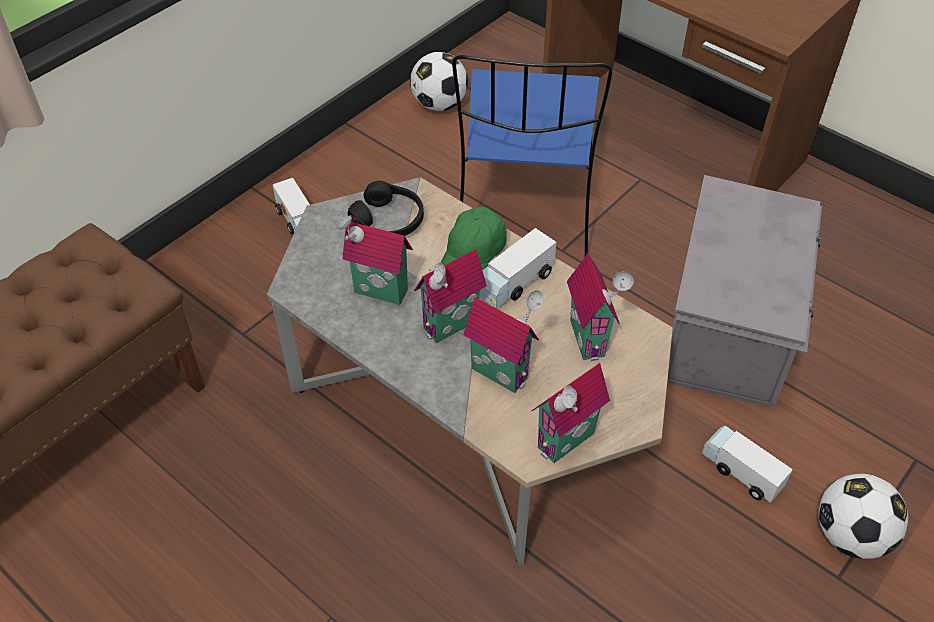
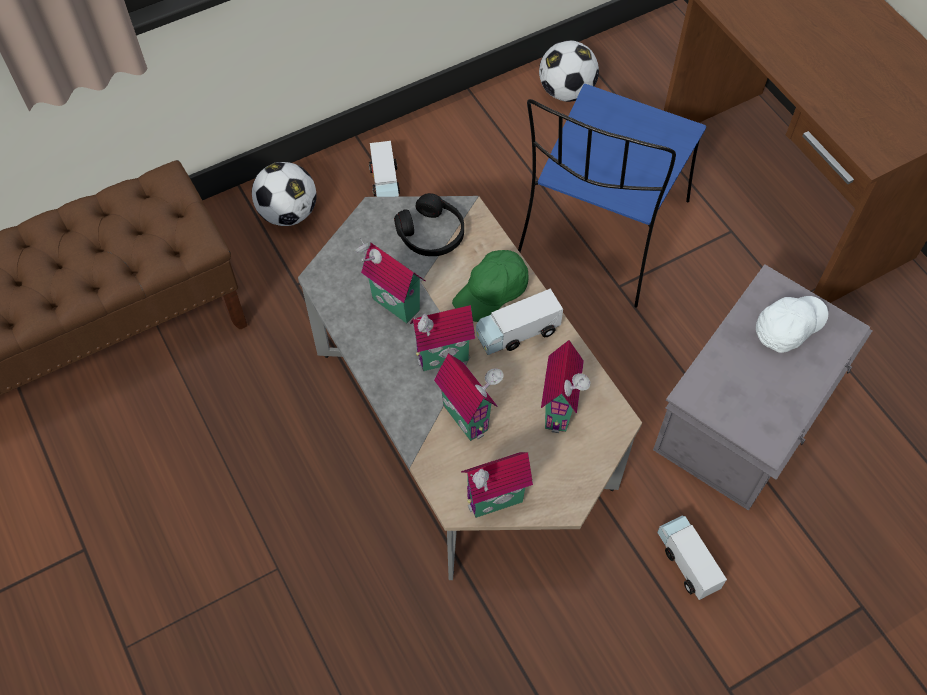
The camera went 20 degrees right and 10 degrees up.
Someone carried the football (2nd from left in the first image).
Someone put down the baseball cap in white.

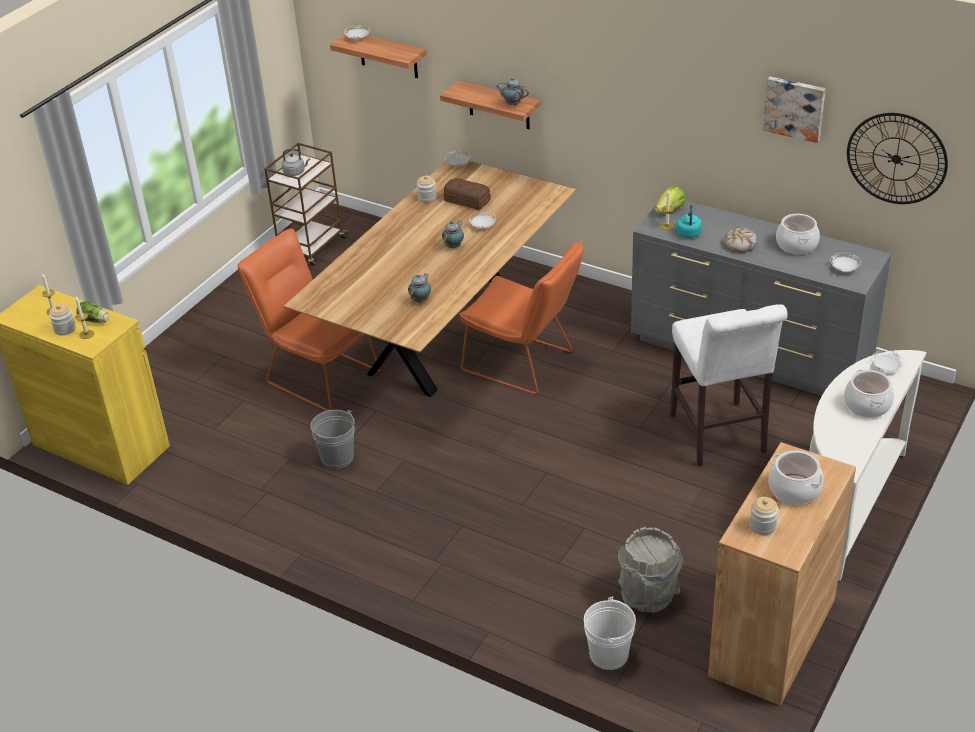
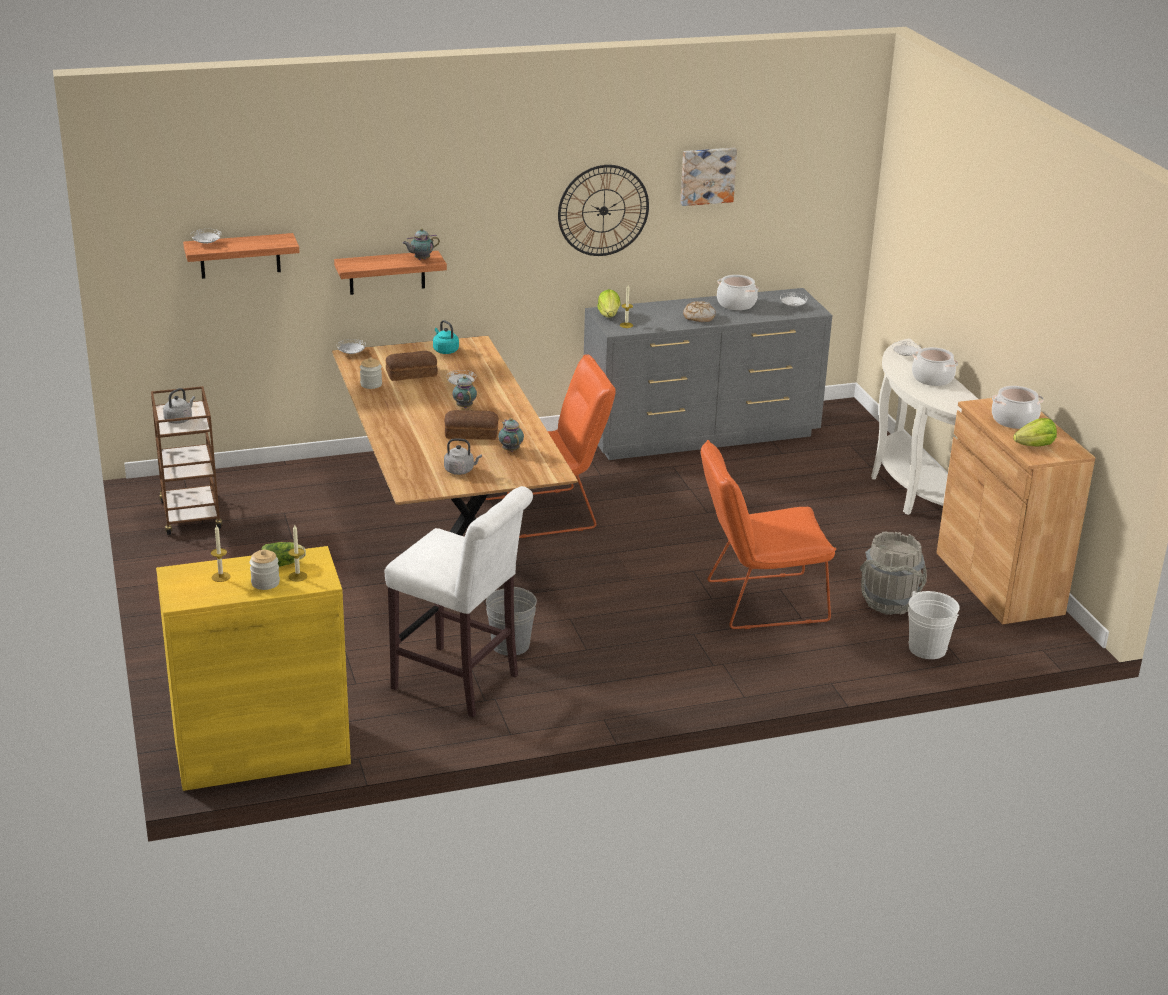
The camera went 50 degrees left and 10 degrees down.
Someone carried the hanging clock.
Someone carried the kettle in blue-green.
Someone carried the plain chair in orange-coloured (1st from left in the first image).
Someone carried the sitting stool in white.
Someone swapped the storage jar (3rd from left) for the lettuce (3rd from left).
Someone put down the bread (2nd from left).
Someone put down the kettle in gray (2nd from left).

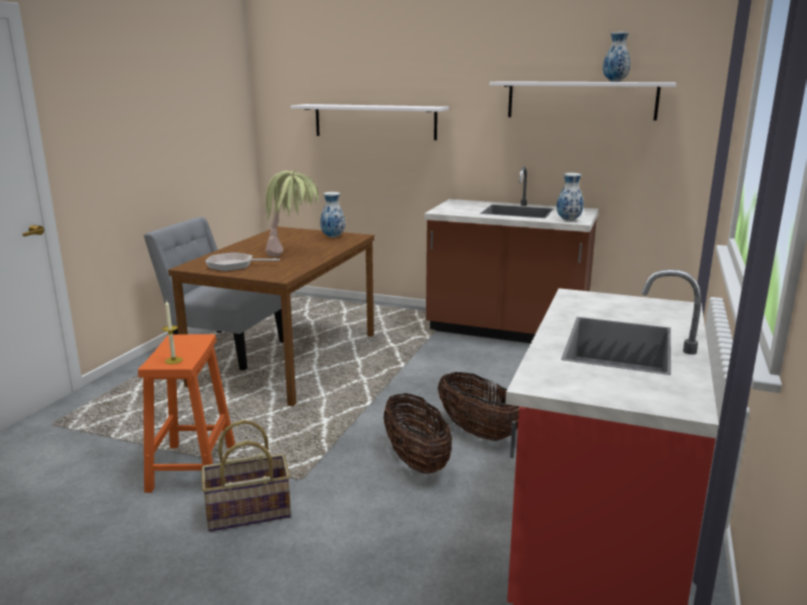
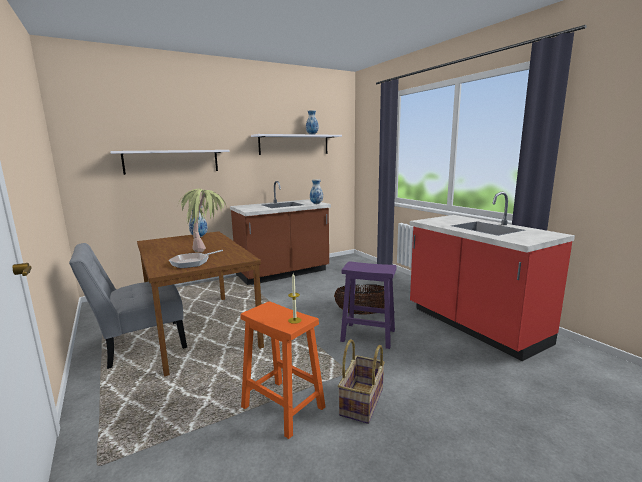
The camera went 50 degrees left and 5 degrees down.
Someone swapped the household basket (2nd from left) for the sitting stool in purple-coloured.

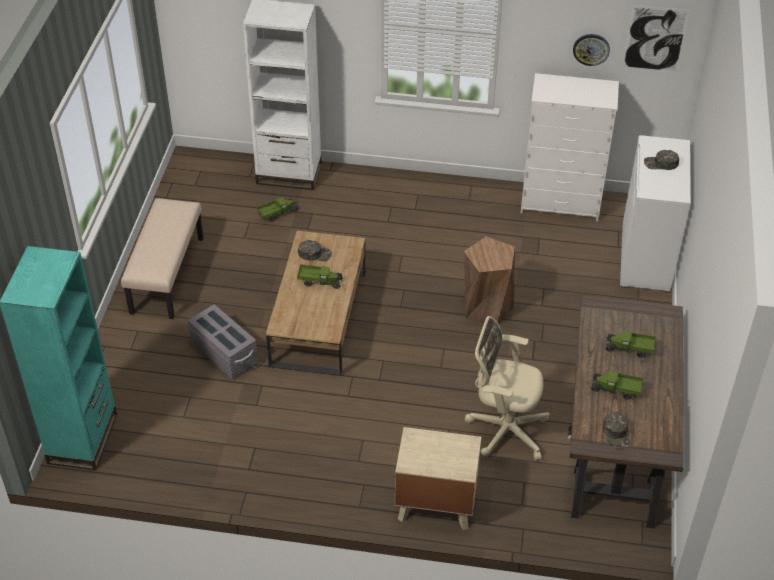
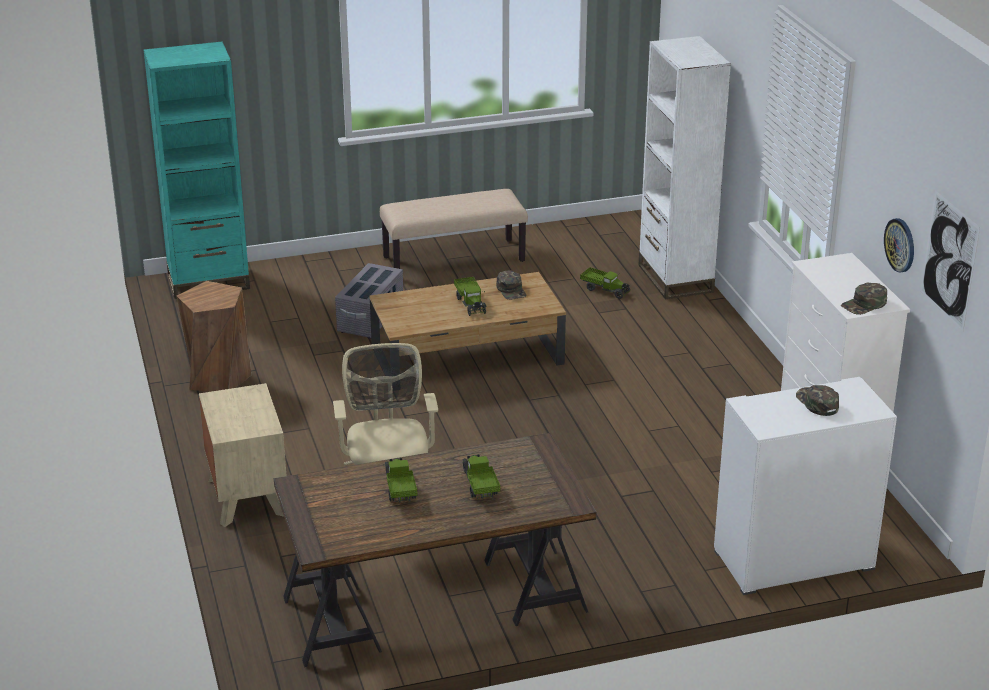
The camera went 65 degrees right and 15 degrees down.
Someone carried the sitting stool in brownish.
Someone carried the baseball cap in green-coloured (2nd from left in the first image).

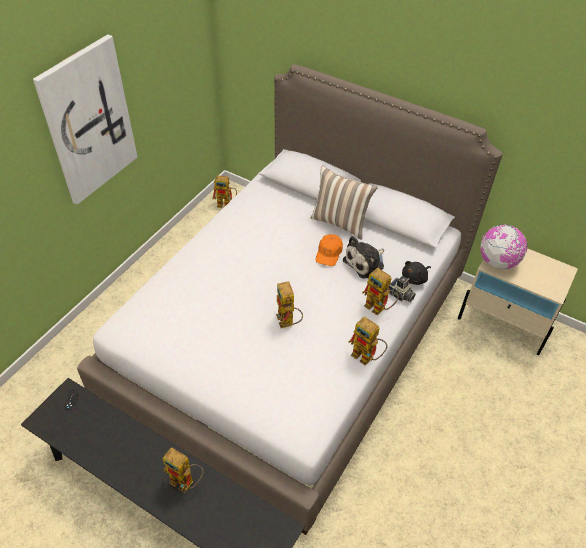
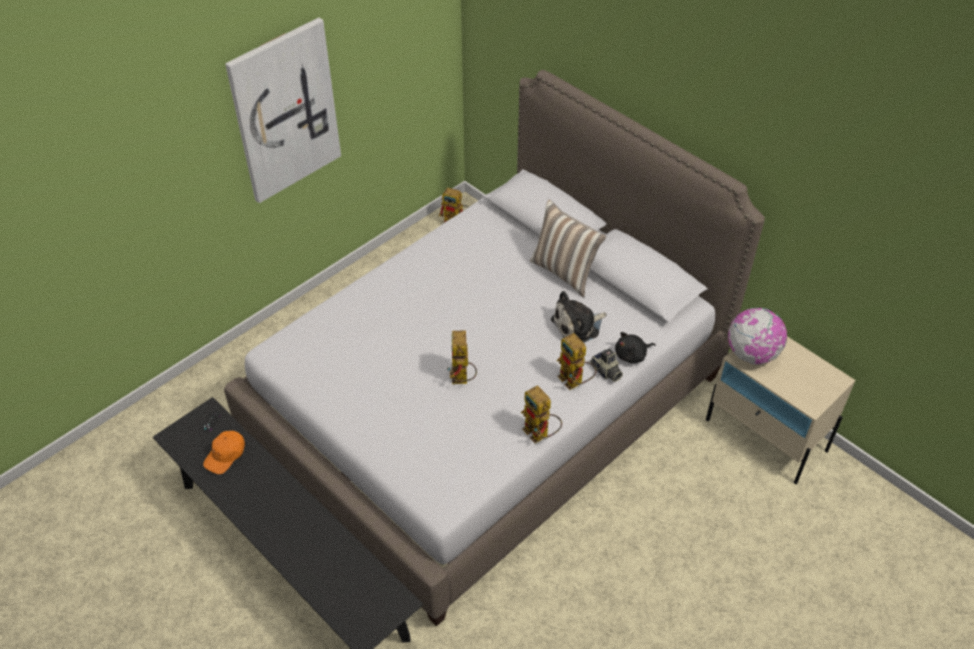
The camera went 15 degrees right and 0 degrees up.
Someone carried the baseball cap in orange-coloured.
Someone took away the toy robot (1st from left).

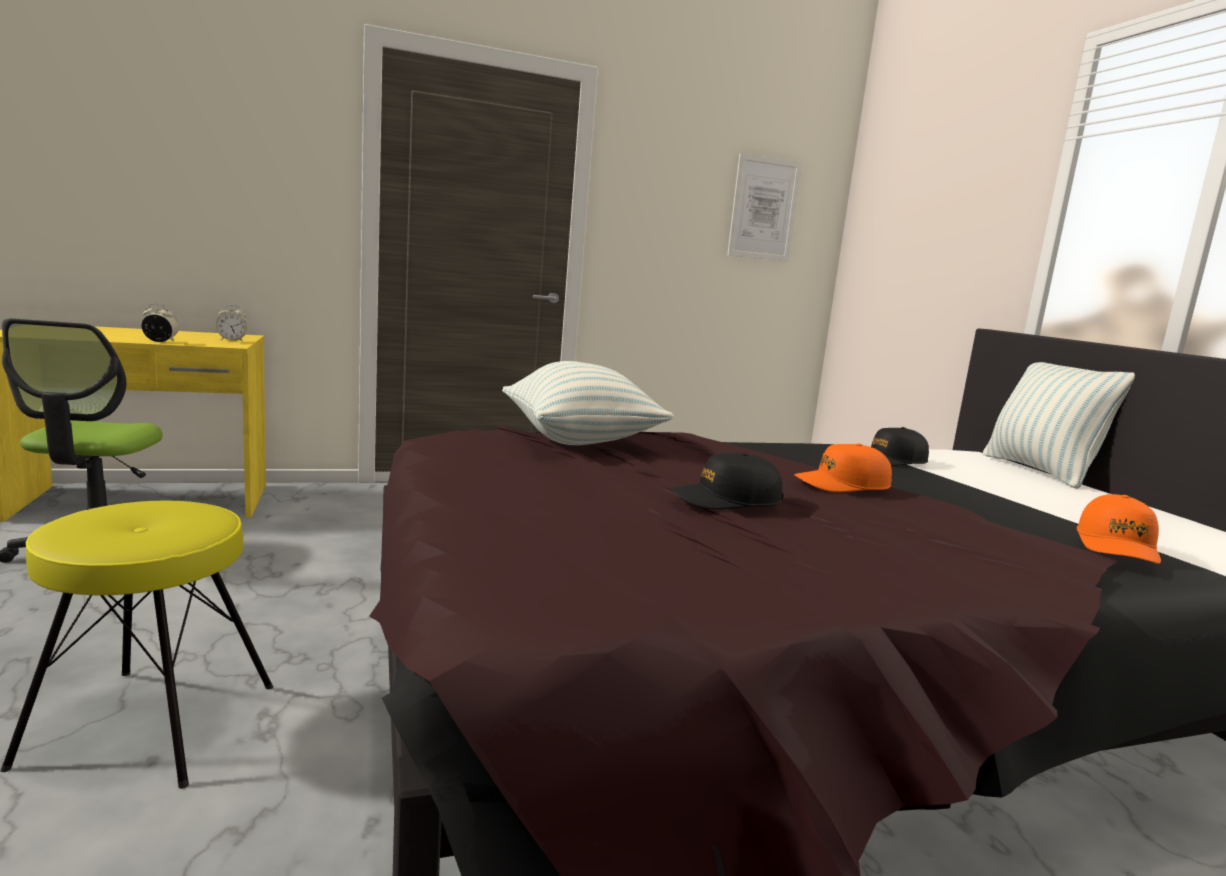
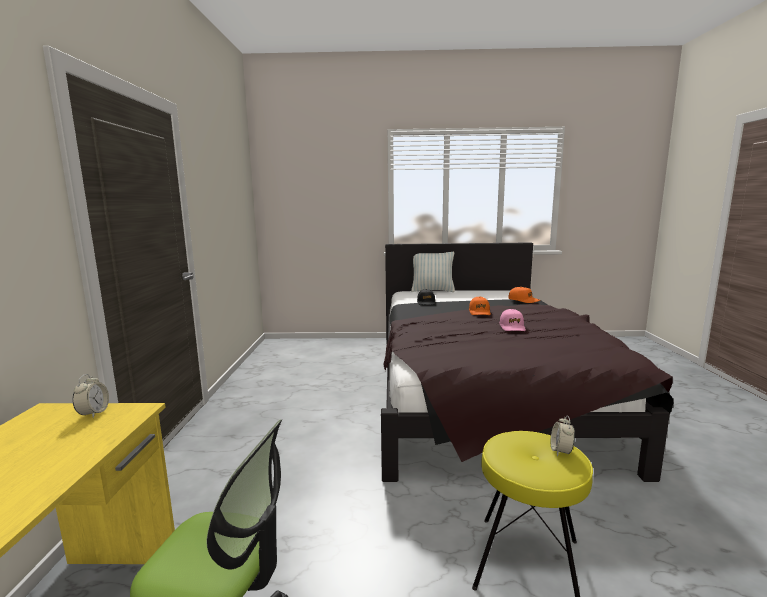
The camera went 70 degrees left and 0 degrees up.
Someone took away the wall art.
Someone carried the table clock (1st from left in the first image).
Someone took away the throw pillow (1st from left).
Someone repainted the baseball cap in blackish (1st from left), which became the baseball cap in pink.

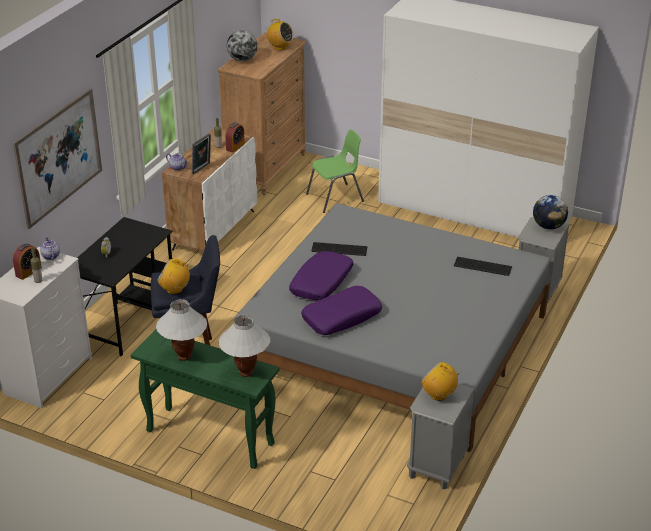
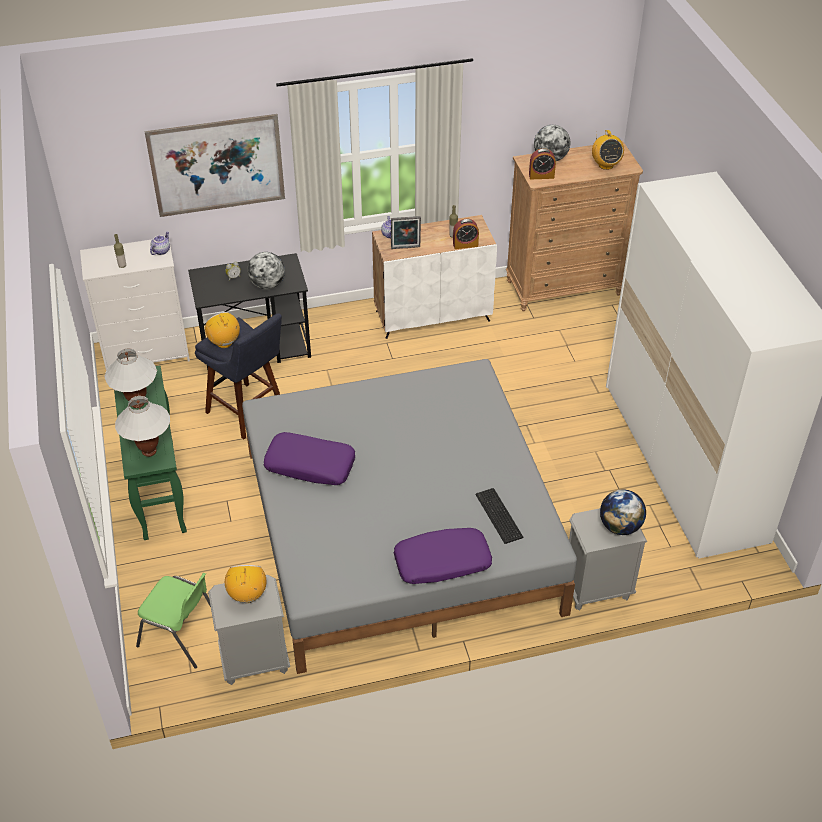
The camera went 50 degrees right and 10 degrees up.
Someone carried the plain chair in green-coloured.
Someone took away the PC keyboard (1st from left).
Someone carried the table clock (1st from left in the first image).
Someone carried the throw pillow in purple-coloured (1st from left in the first image).
Someone put down the desk globe (1st from left).

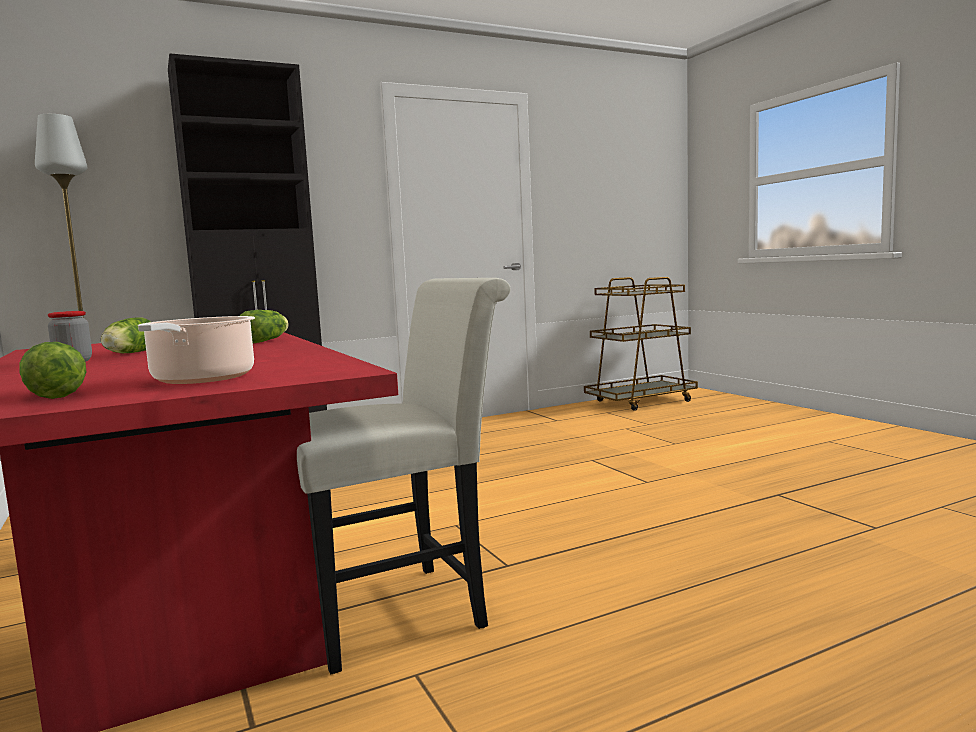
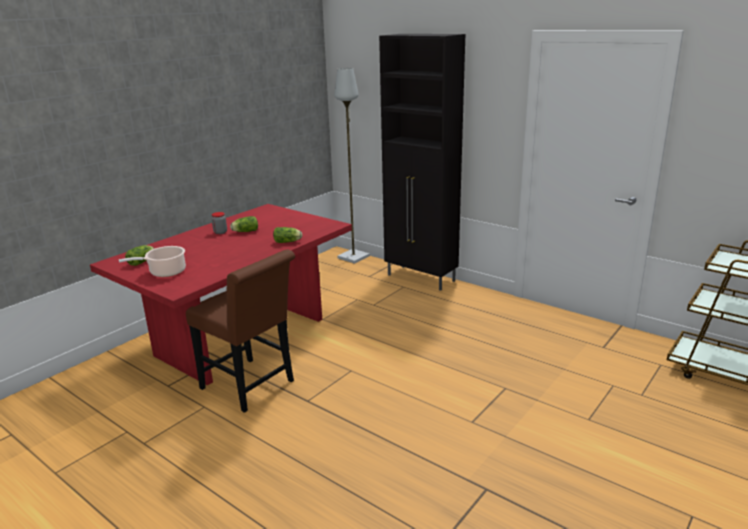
The camera went 65 degrees right and 15 degrees up.
Someone repainted the plain chair in white, which became the plain chair in brownish.

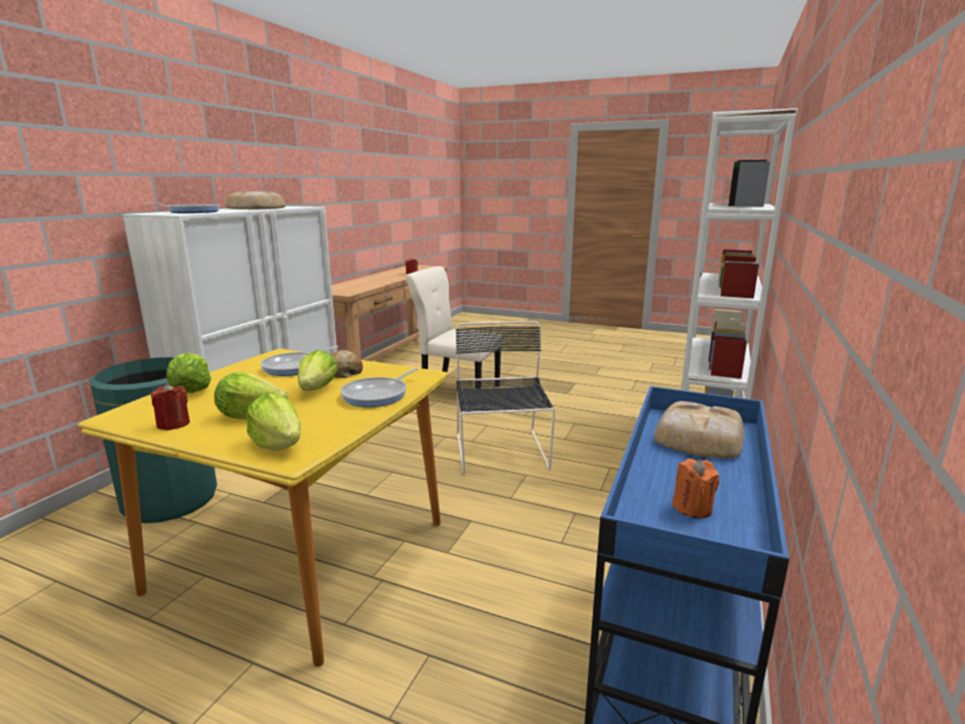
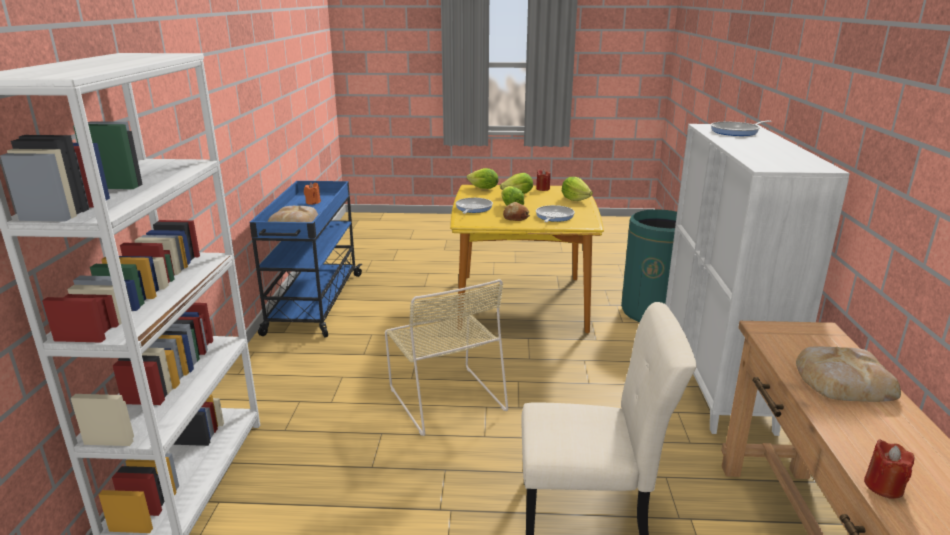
The camera went 160 degrees right and 5 degrees up.
Someone carried the bread (1st from left in the first image).
Someone repainted the plain chair in blackish, which became the plain chair in beige (1st from left).

